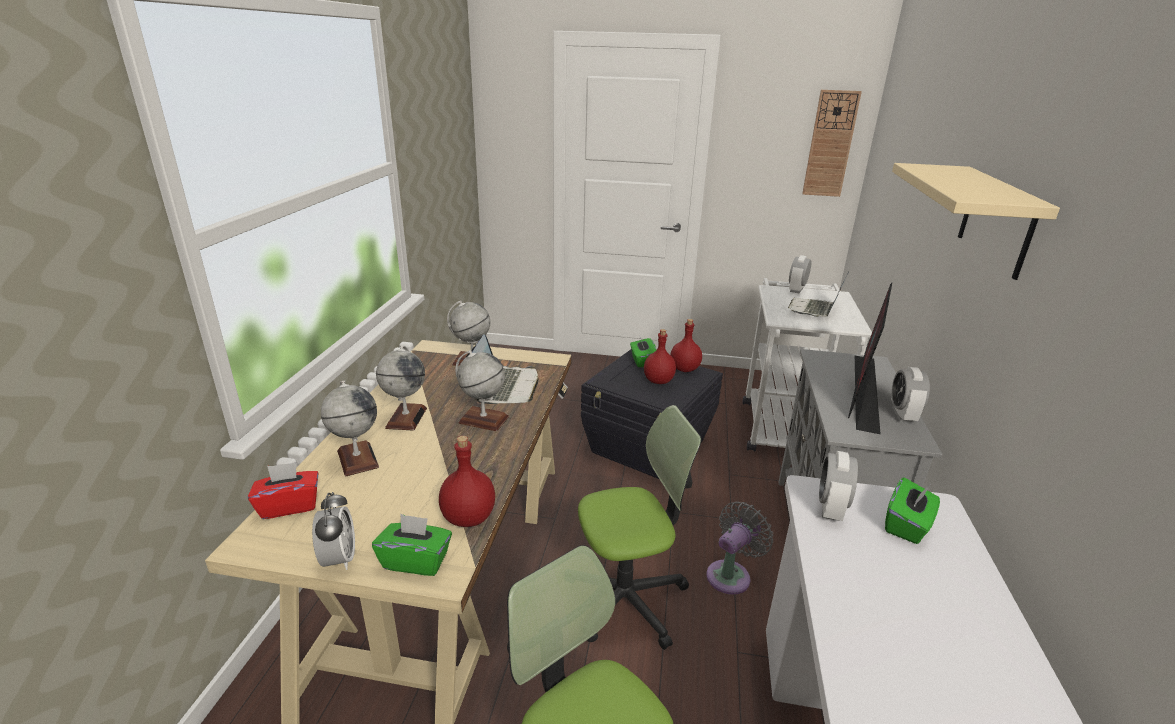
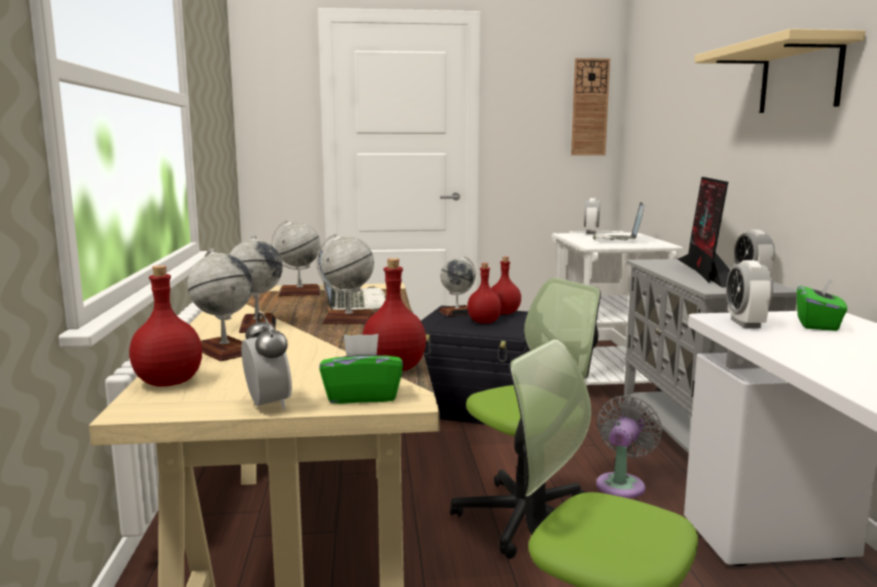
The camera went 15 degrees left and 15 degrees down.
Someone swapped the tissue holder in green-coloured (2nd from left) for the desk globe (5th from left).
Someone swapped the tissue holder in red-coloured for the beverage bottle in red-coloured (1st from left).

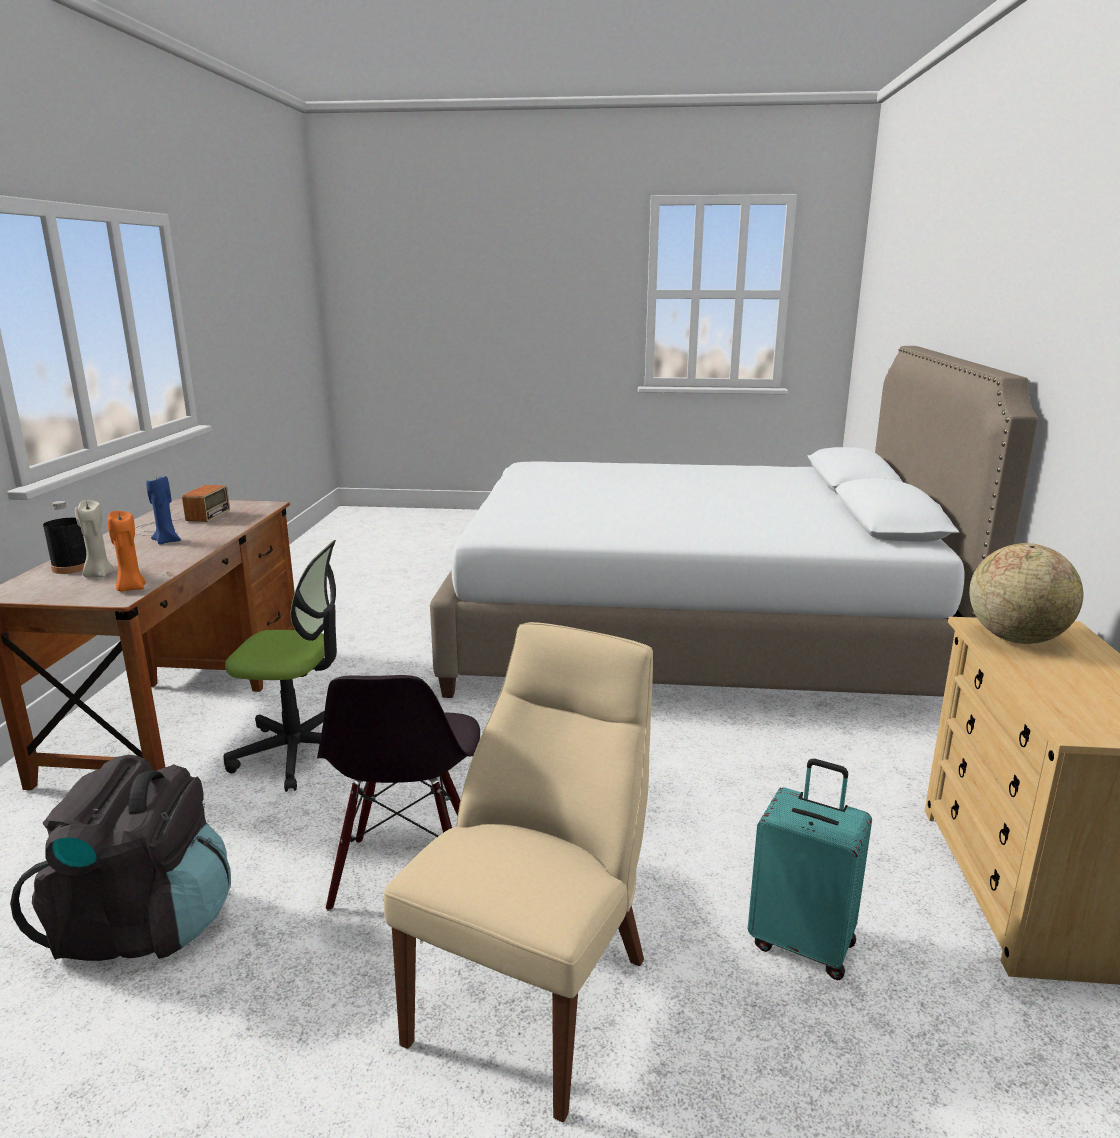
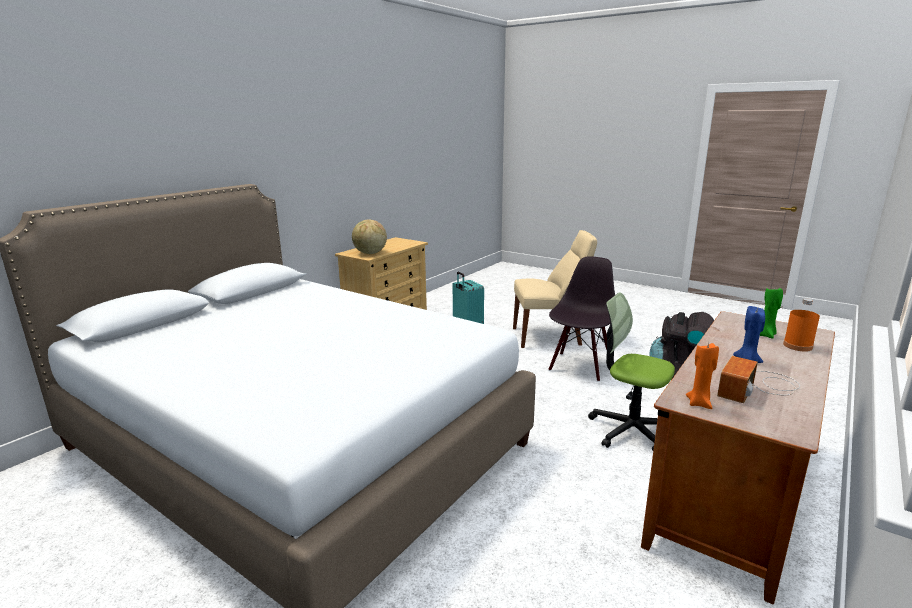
The camera went 150 degrees left and 0 degrees up.
Someone repainted the candle in beige, which became the candle in green-coloured.
Someone repainted the beverage bottle in blackish, which became the beverage bottle in orange-coloured.
Someone carried the candle in orange-coloured.
Someone rotated the plain chair in beige by 150 degrees counterclockwise.

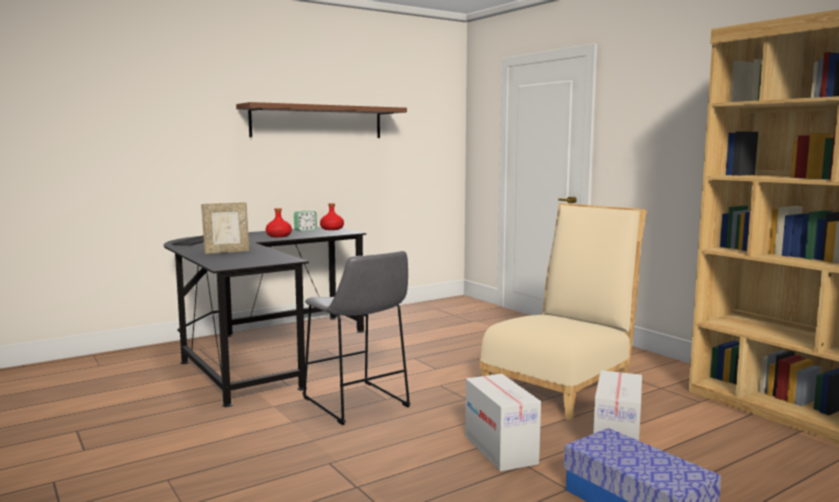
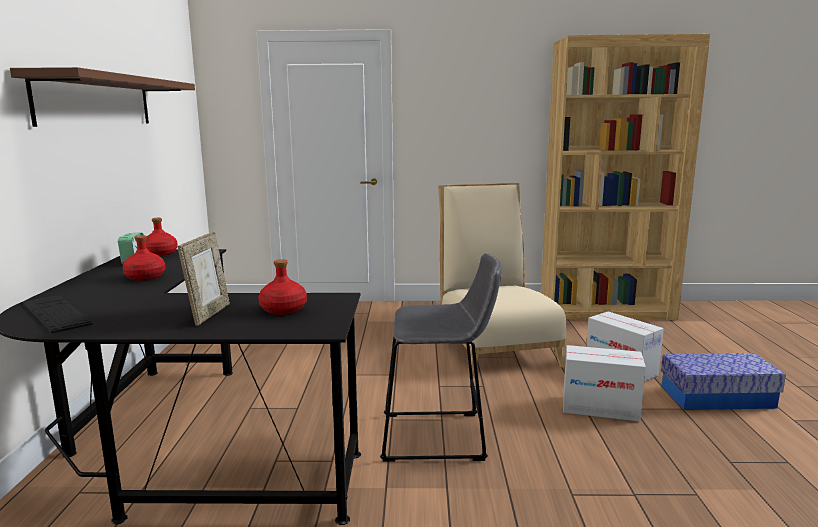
The camera went 55 degrees left and 5 degrees up.
Someone put down the beverage bottle in red-coloured (3rd from left).

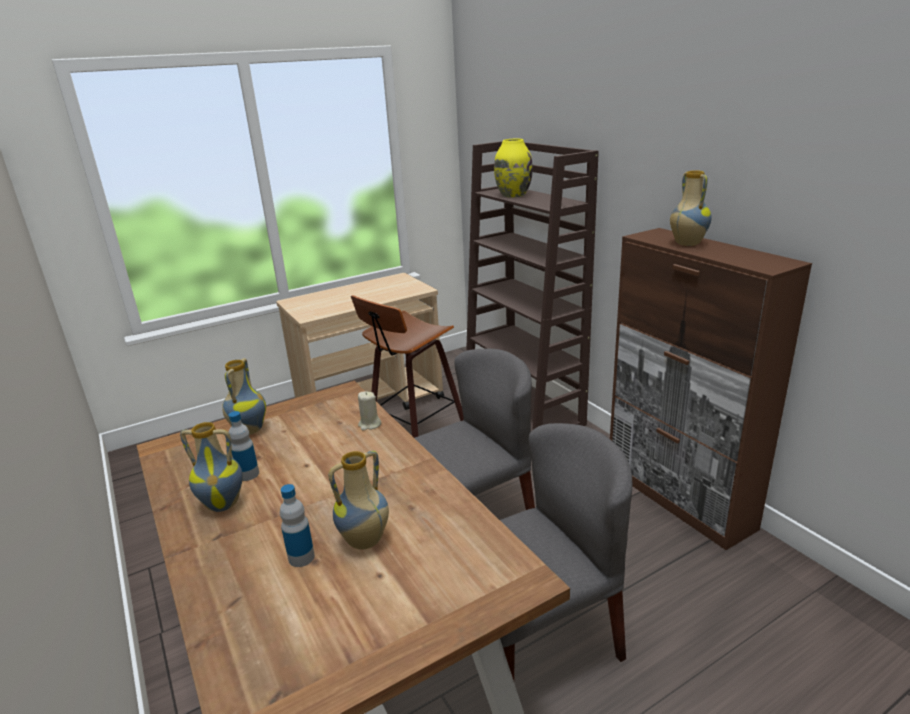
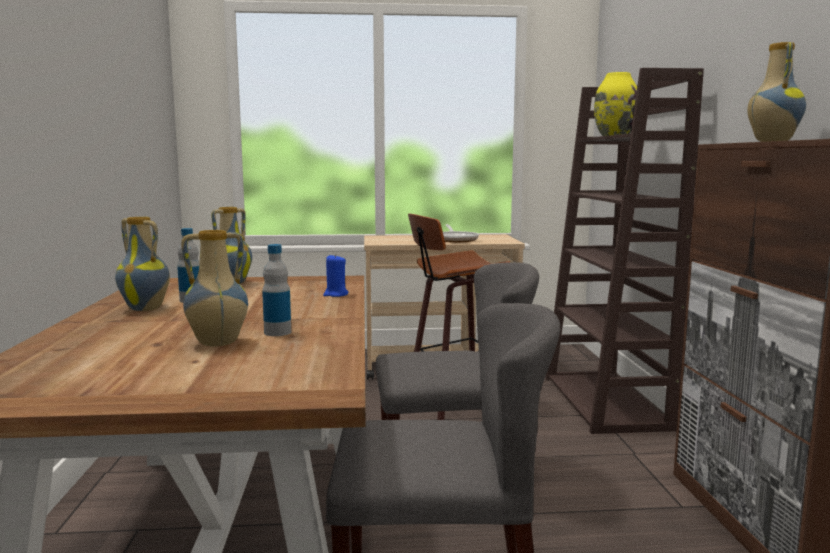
The camera went 25 degrees right and 15 degrees down.
Someone repainted the candle in beige, which became the candle in bluish.
Someone carried the beverage bottle (2nd from left).
Someone put down the pan.

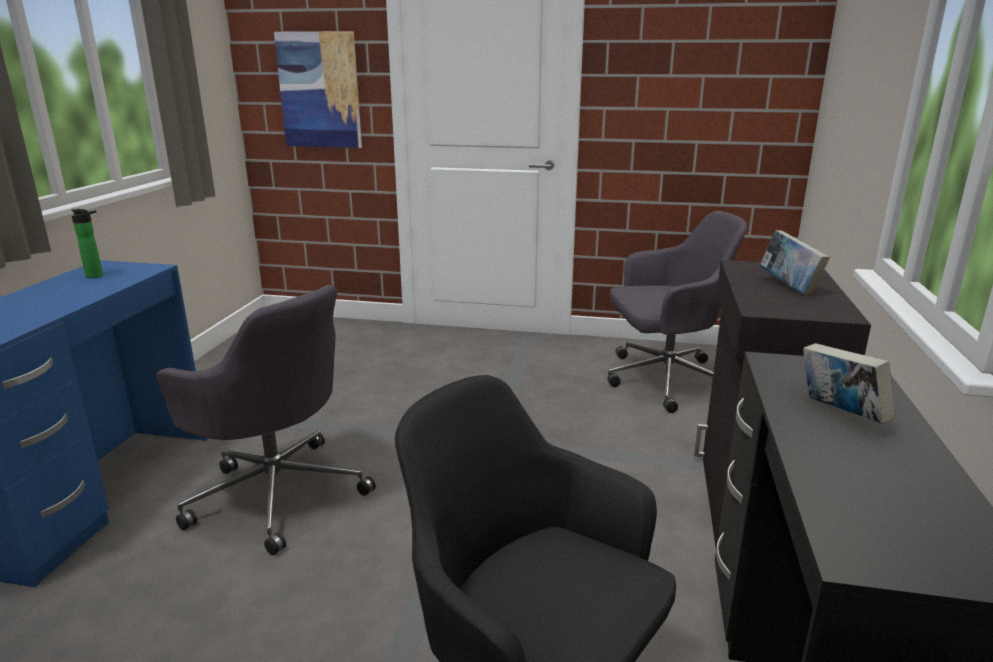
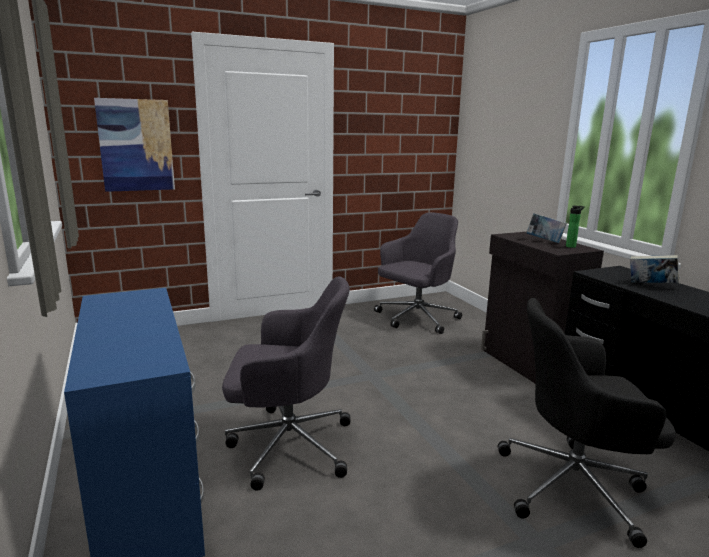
The camera went 35 degrees left and 5 degrees down.
Someone carried the beverage bottle.

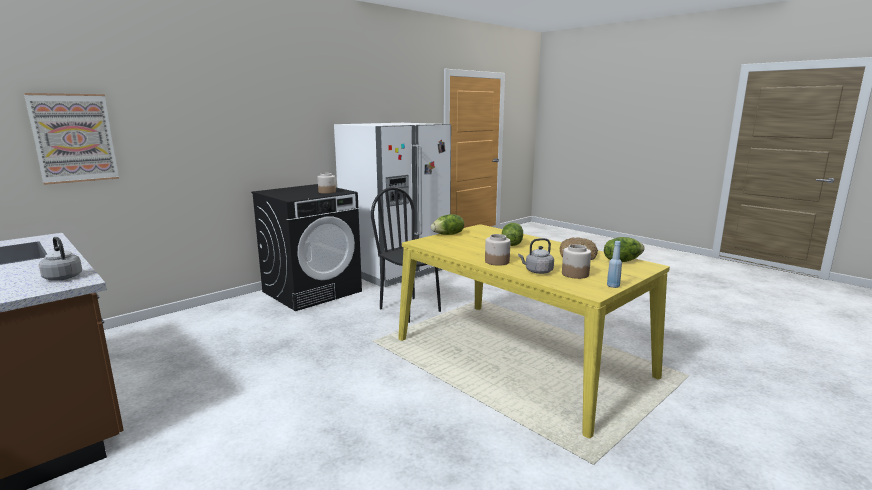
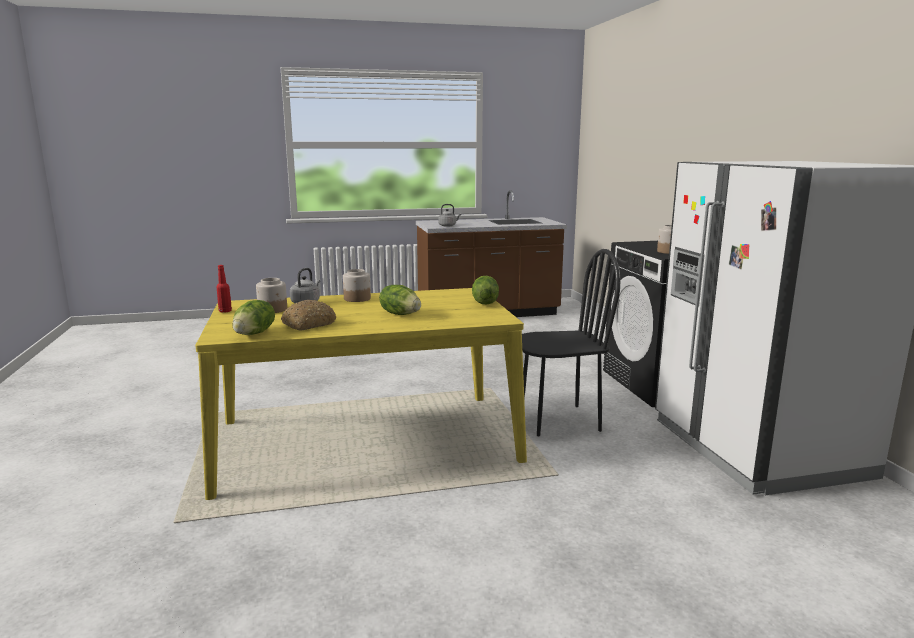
The camera went 120 degrees right and 0 degrees up.
Someone took away the wall art.
Someone repainted the beverage bottle in bluish, which became the beverage bottle in red-coloured.

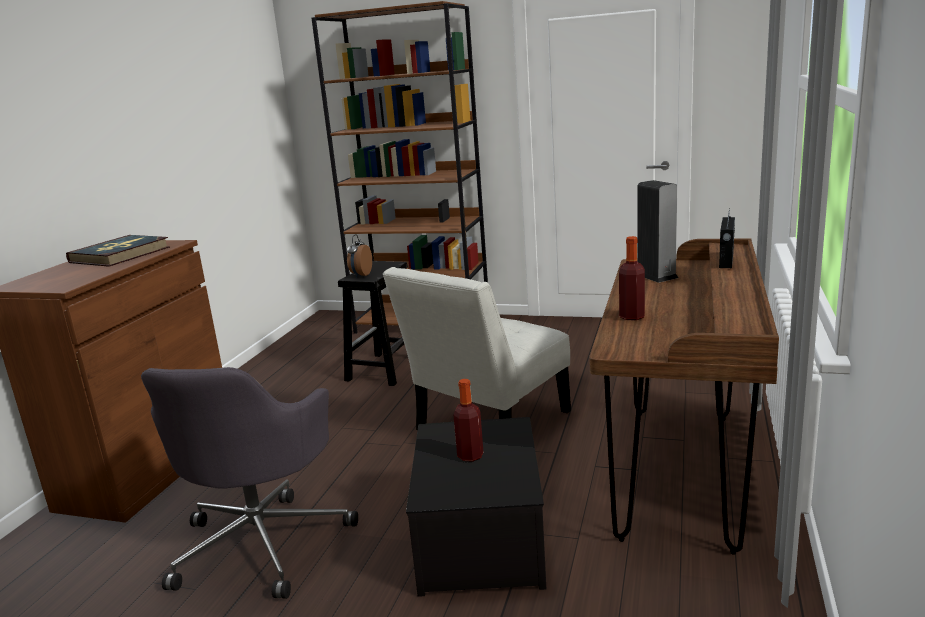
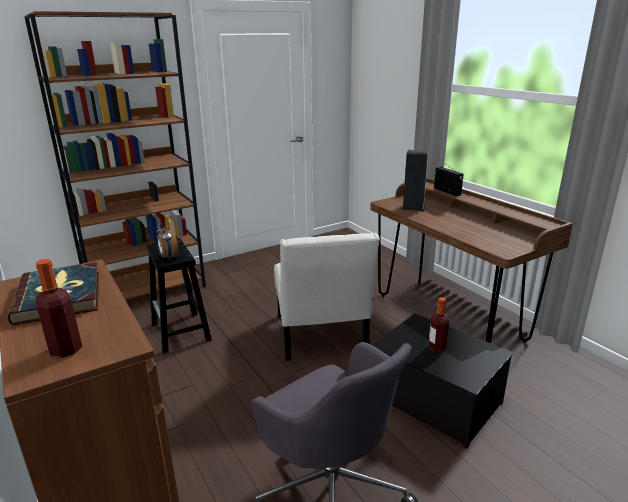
The camera went 50 degrees left and 5 degrees up.
Someone carried the beverage bottle (2nd from left in the first image).

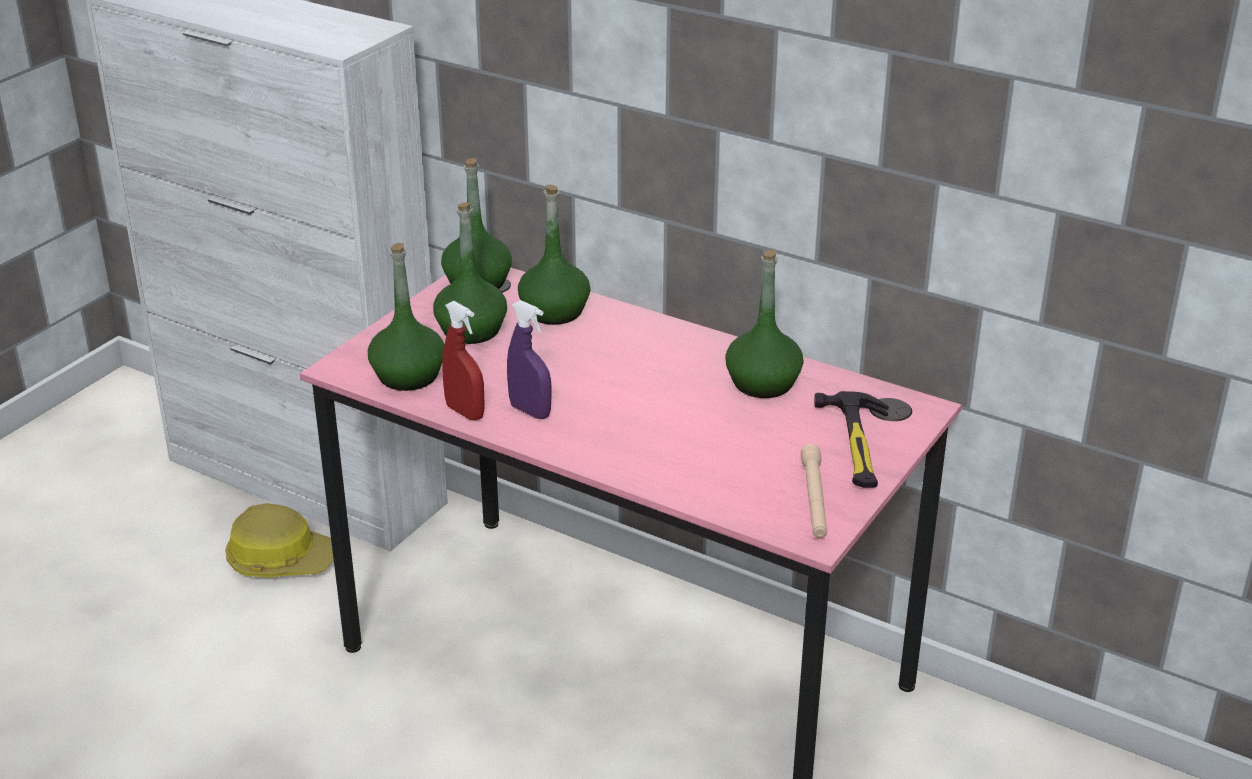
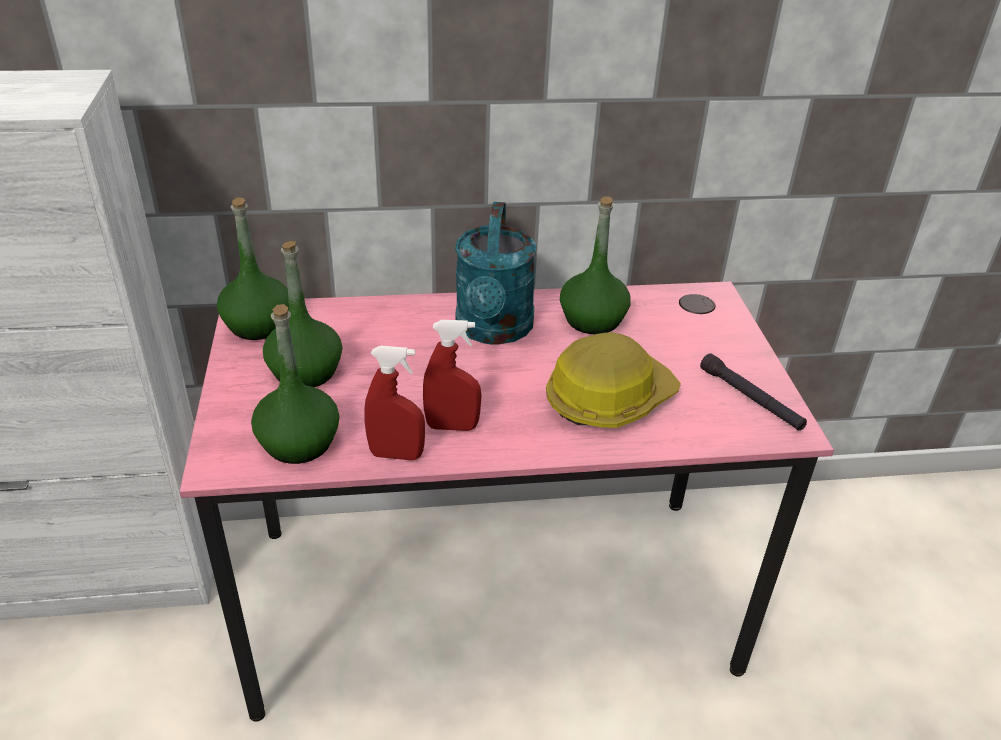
The camera went 40 degrees left and 5 degrees up.
Someone took away the beverage bottle in green-coloured (4th from left).
Someone repainted the sprayer in purple-coloured, which became the sprayer in red-coloured (2nd from left).
Someone took away the hammer.
Someone repainted the hand torch in beige, which became the hand torch in blackish.
Someone carried the work helmet.
Someone put down the watering pot in blue-green.

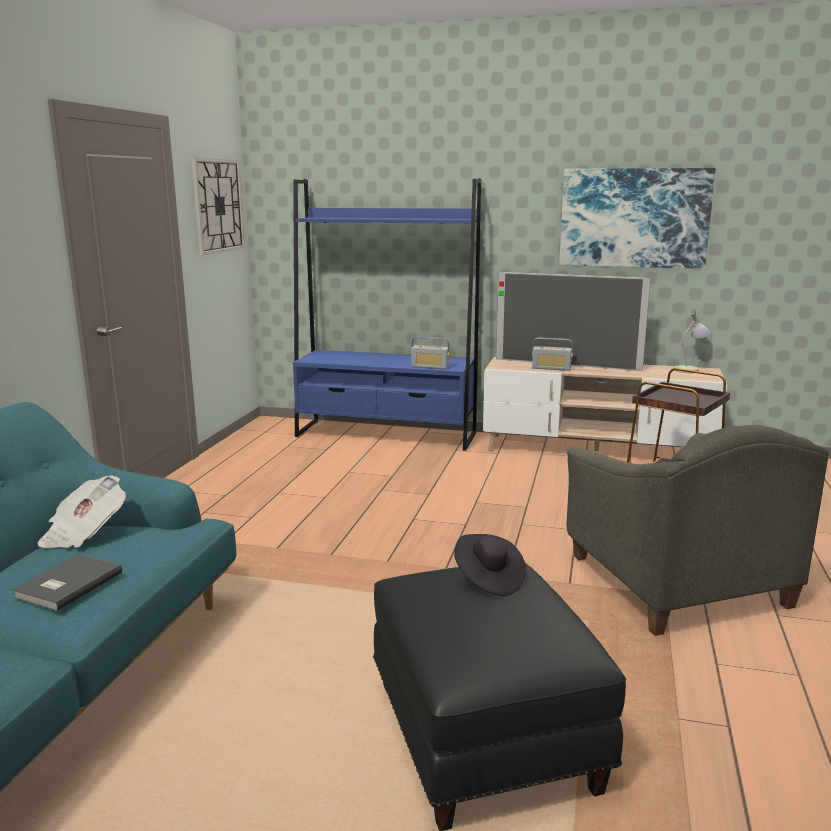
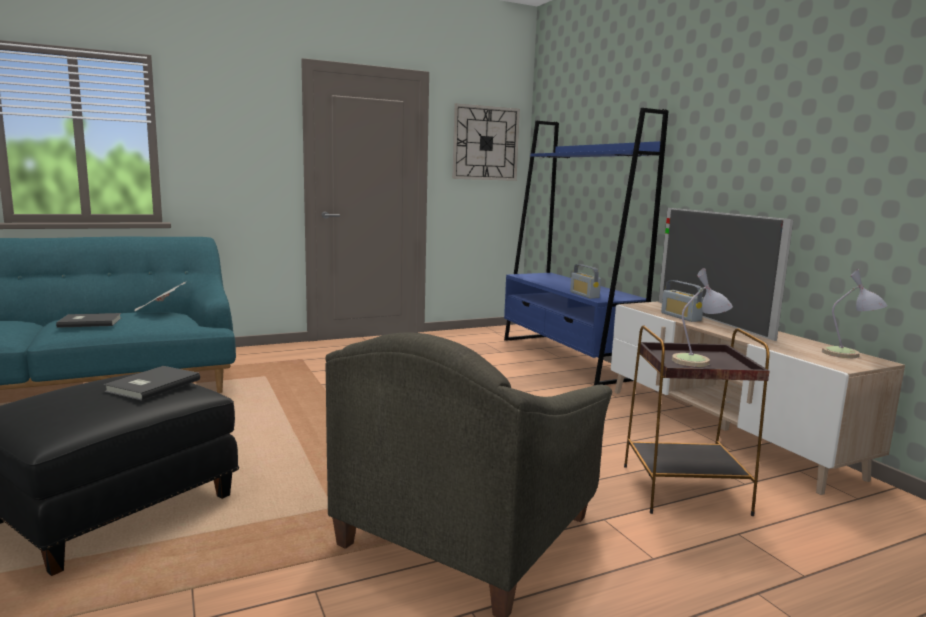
The camera went 50 degrees right and 5 degrees down.
Someone took away the wall art.
Someone swapped the hat in blackish for the volume in gray (2nd from left).
Someone put down the tabletop lamp (1st from left).

